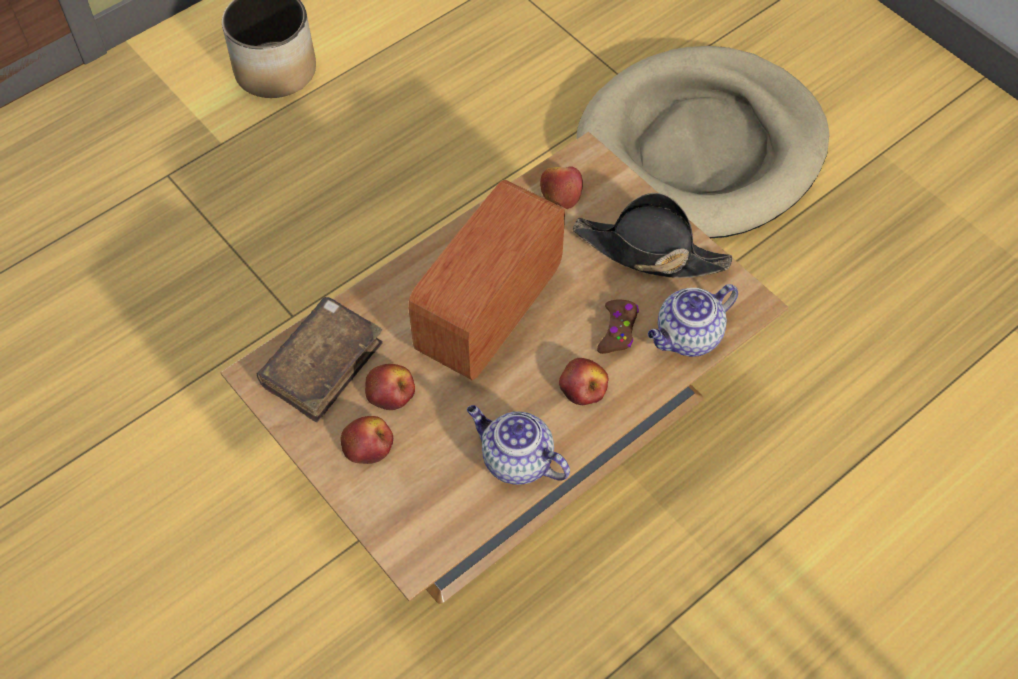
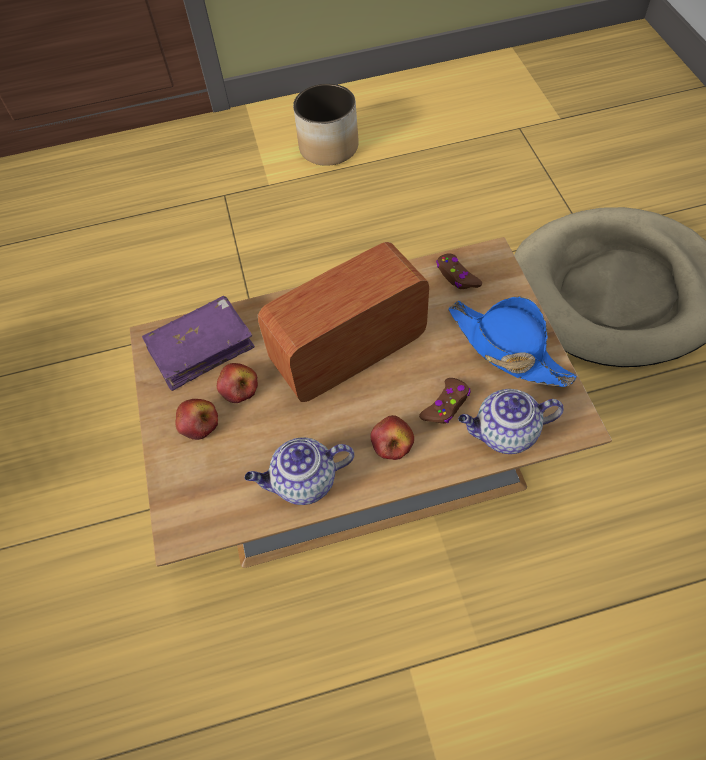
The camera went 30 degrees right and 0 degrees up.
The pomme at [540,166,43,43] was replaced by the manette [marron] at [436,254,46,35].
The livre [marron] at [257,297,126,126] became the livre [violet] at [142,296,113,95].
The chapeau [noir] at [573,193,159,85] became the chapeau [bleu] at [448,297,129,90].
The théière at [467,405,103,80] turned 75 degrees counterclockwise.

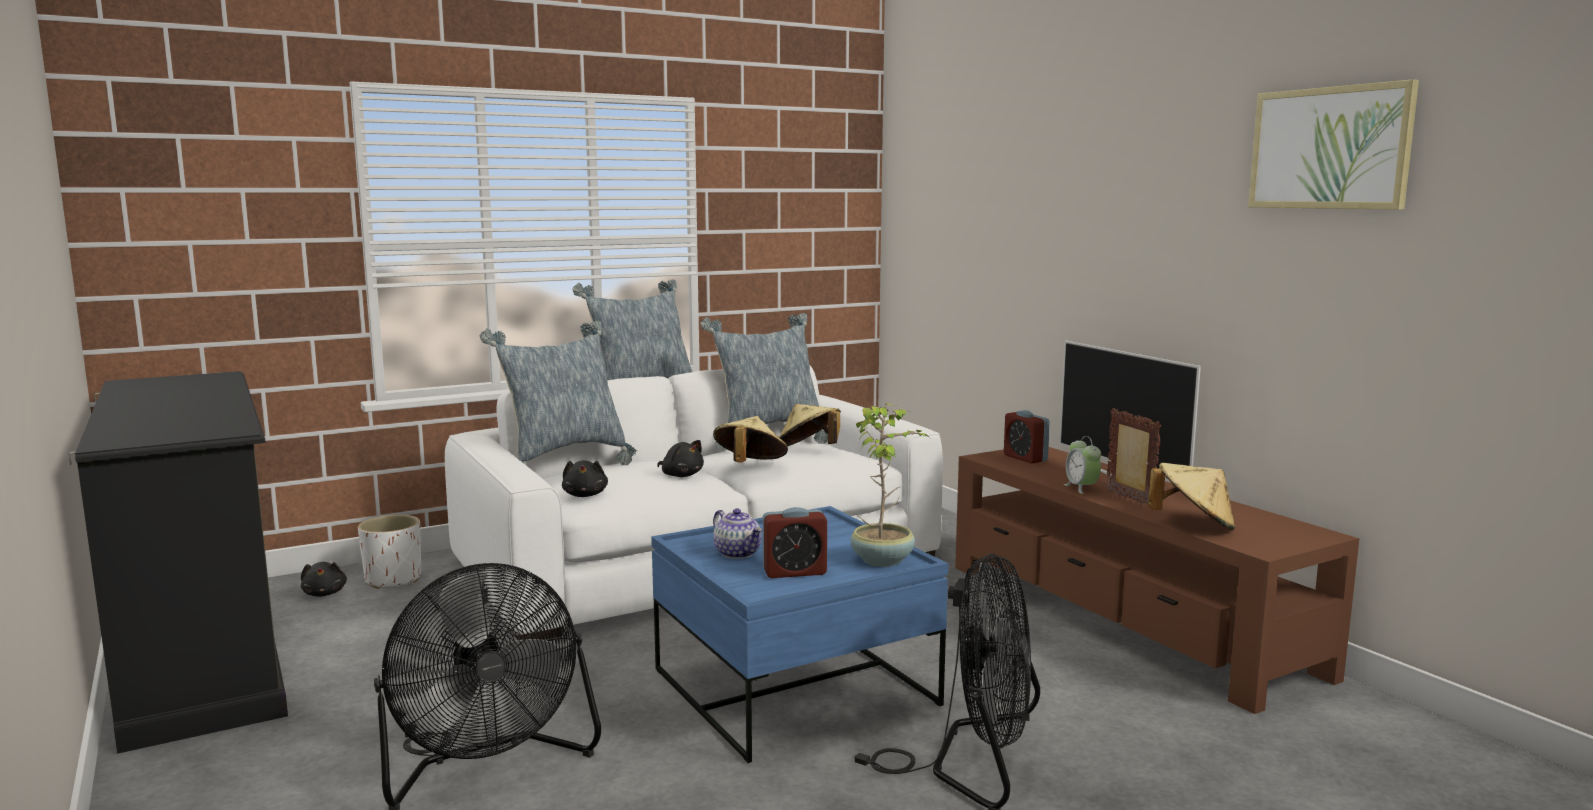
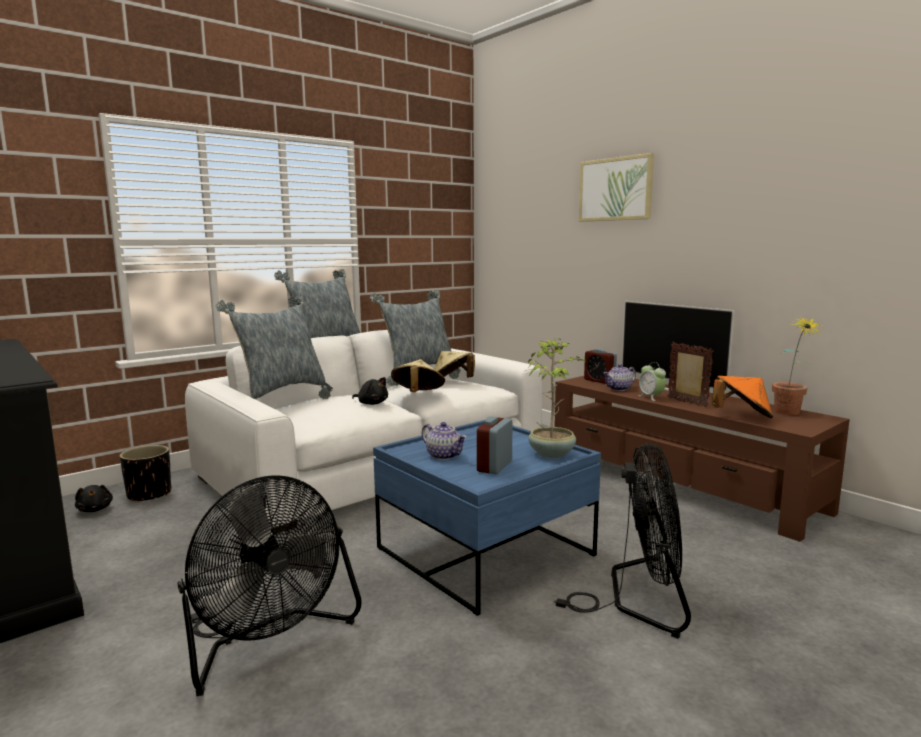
The camera went 10 degrees left and 0 degrees up.
The peluche [noir] at [562,460,46,37] disappeared.
The théière at [603,364,33,27] appeared.
The plante en pot at [772,316,51,99] appeared.
The tableau moved from [1248,79,171,131] to [579,153,75,69].
The cache-pot [blanc] at [358,515,63,74] became the cache-pot [noir] at [120,445,51,58].
The chapeau [beige] at [1148,463,87,67] became the chapeau [orange] at [712,376,61,42].
The réveil at [763,507,64,71] turned 135 degrees clockwise.

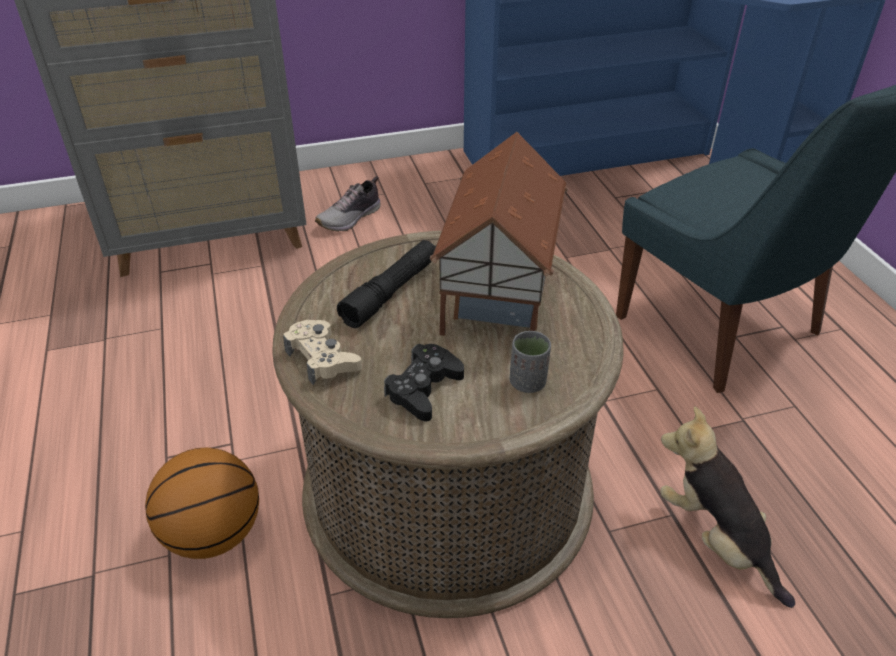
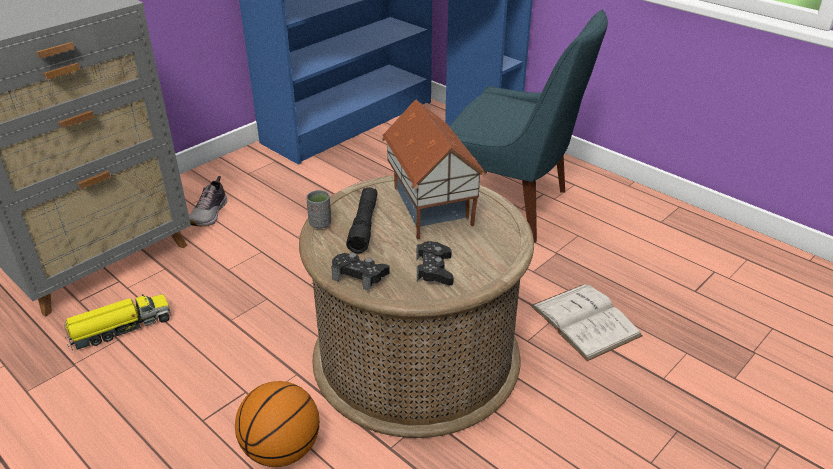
The camera went 30 degrees left and 5 degrees down.
The camion jouet at [64,294,107,56] appeared.
The tasse [gris] moved from [510,331,41,62] to [307,190,24,39].
The peluche at [660,406,135,202] was replaced by the livre [blanc] at [531,284,112,77].
The manette [beige] at [283,320,79,65] became the manette [noir] at [331,253,59,38].

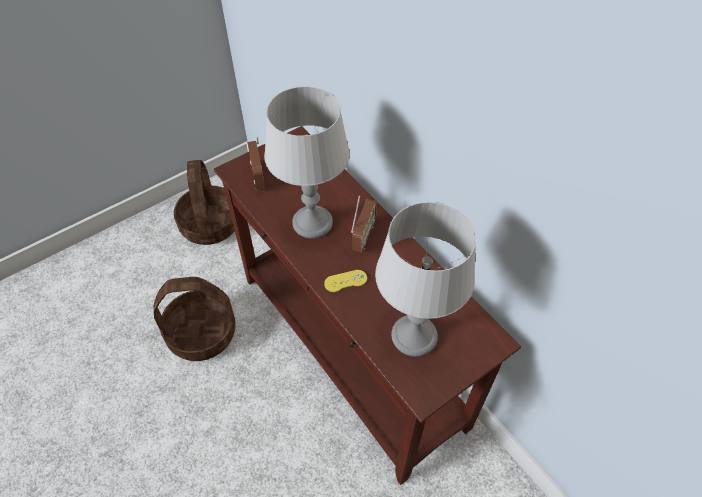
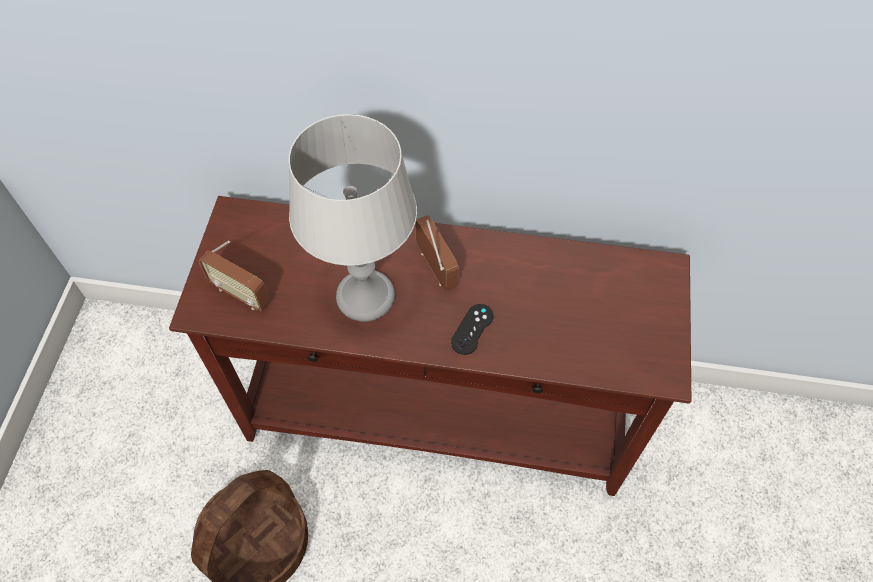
The camera went 45 degrees left and 5 degrees up.
The panier at [174,160,61,85] disappeared.
The lampe de table [gris] at [375,202,101,155] disappeared.
The manette [jaune] at [324,270,43,22] became the manette [noir] at [451,304,43,51].

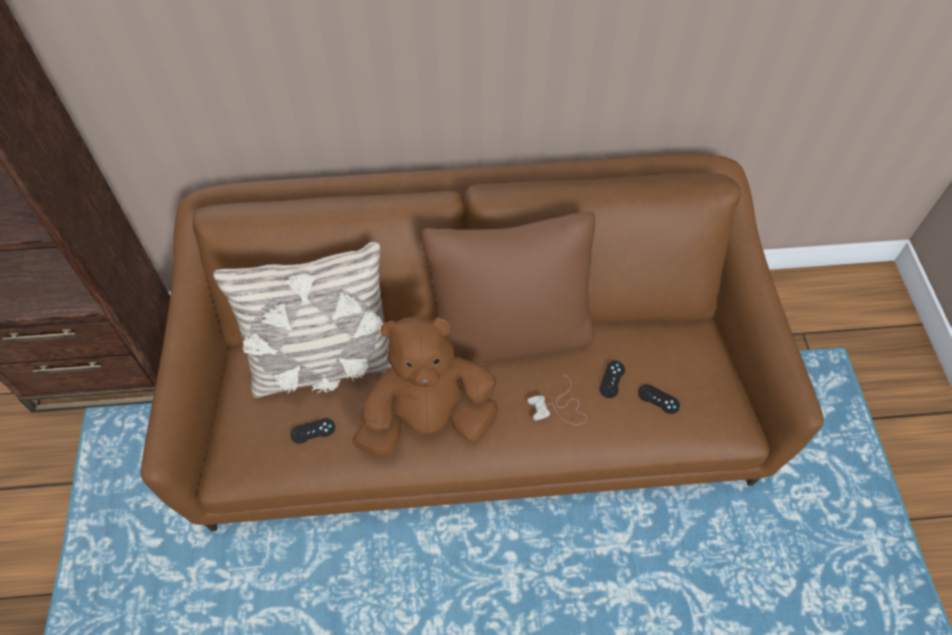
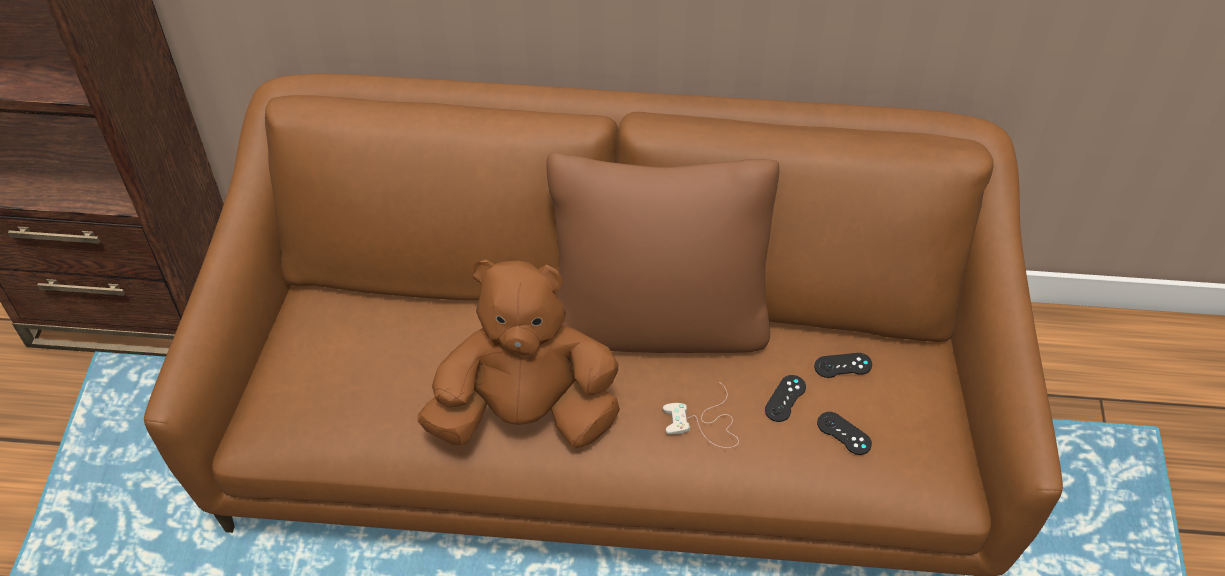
The camera went 10 degrees right and 5 degrees down.
The coussin [beige] at [213,242,179,156] disappeared.
The manette [noir] moved from [290,418,45,26] to [814,353,58,25].

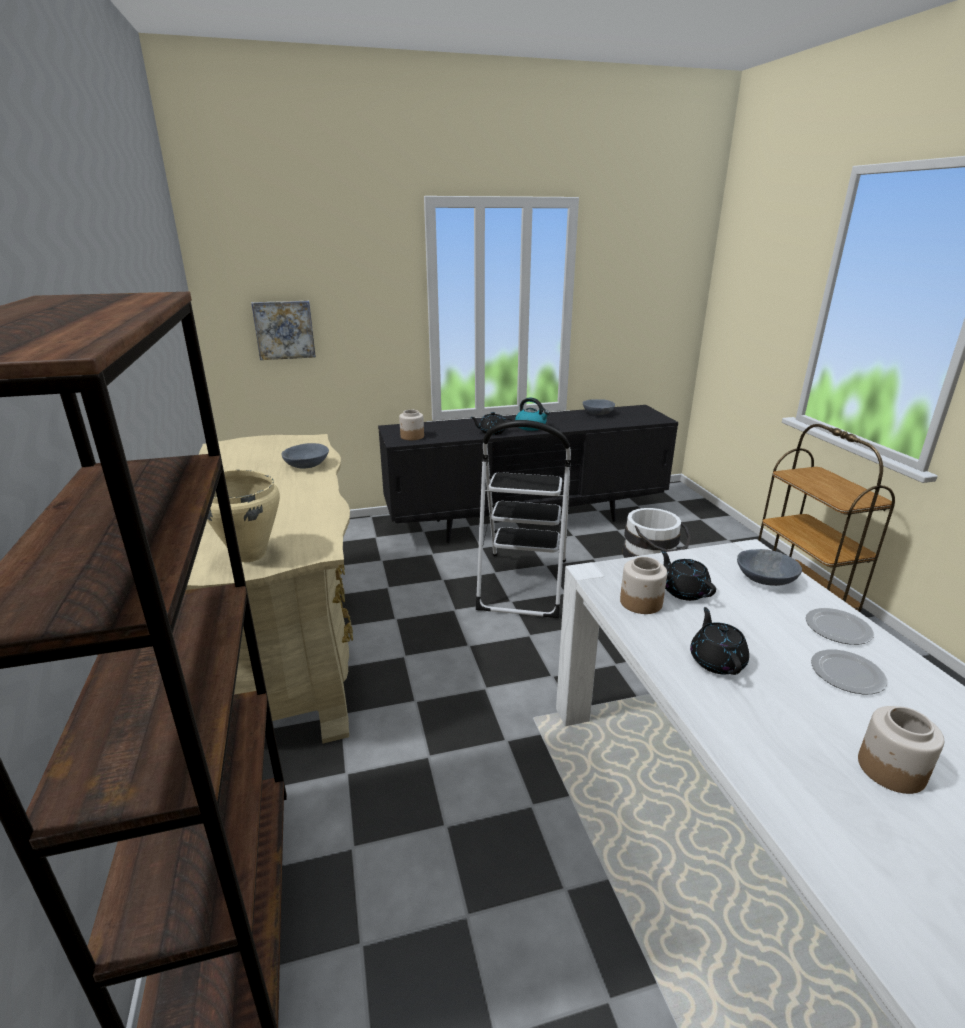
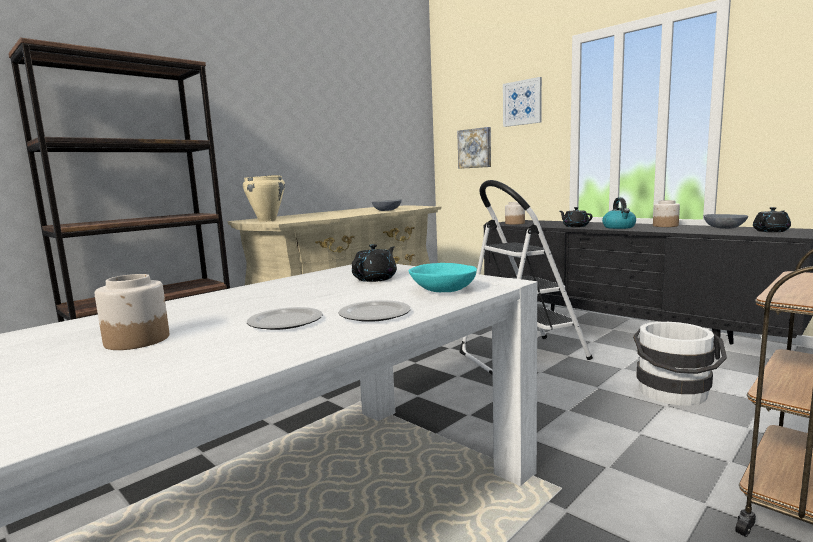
The camera went 60 degrees right and 15 degrees down.
The tableau at [503,77,39,50] appeared.
The bocal moved from [620,557,47,57] to [653,200,27,27].
The théière [noir] moved from [690,607,59,68] to [753,207,38,25].
The bol [gris] at [737,549,65,37] became the bol [turquoise] at [409,263,68,29].

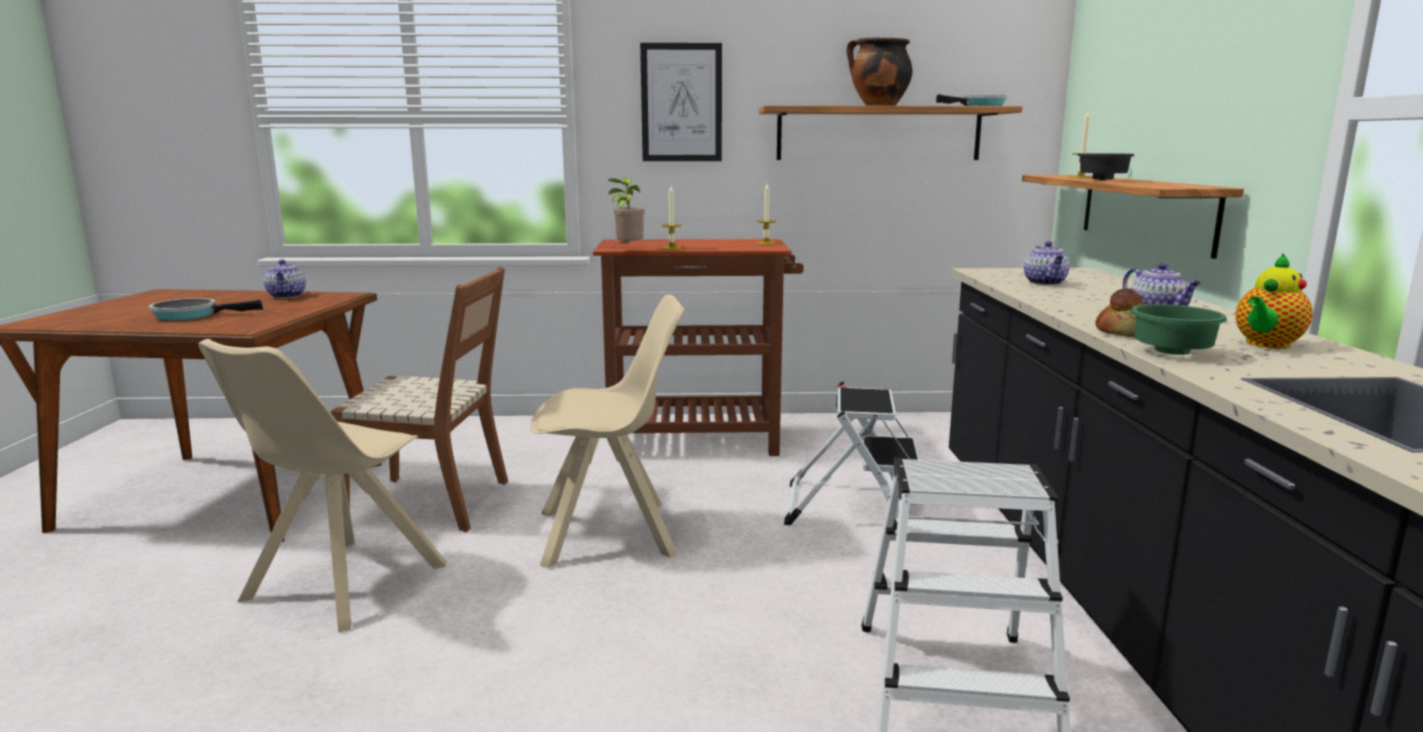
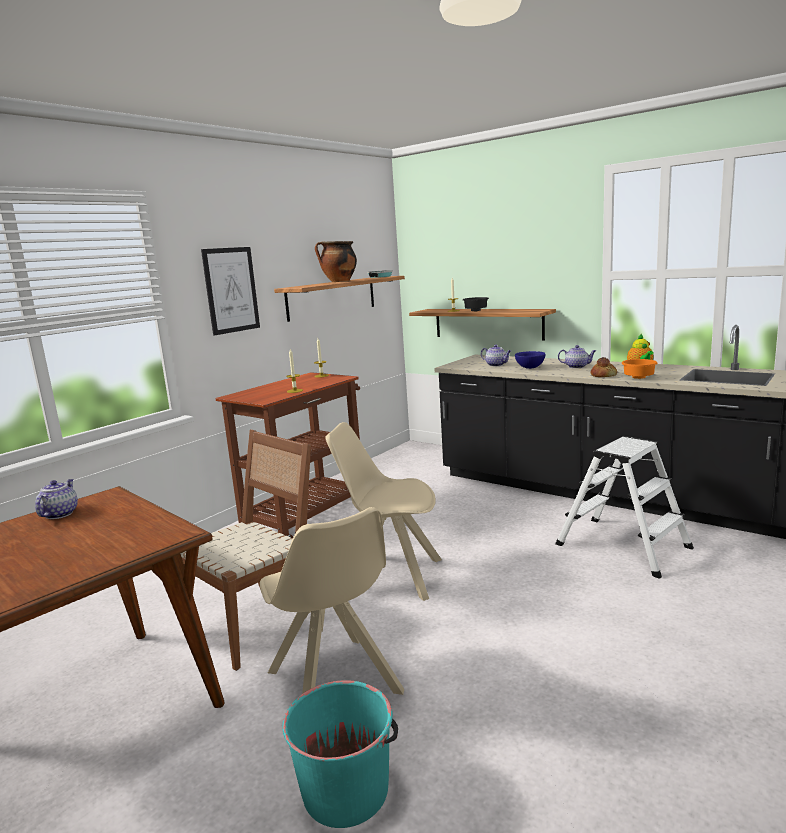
The camera went 50 degrees left and 0 degrees up.
The poêle at [149,298,114,23] disappeared.
The plante en pot at [608,177,37,70] disappeared.
The escabeau at [784,381,136,144] disappeared.
The seau [turquoise] at [282,680,116,148] appeared.
The bol [bleu] at [515,351,30,18] appeared.
The bol [vert] at [1130,304,97,51] became the bol [orange] at [621,359,37,20].
The théière at [264,260,42,38] turned 105 degrees counterclockwise.
The chaise [beige] at [530,294,154,274] turned 105 degrees counterclockwise.

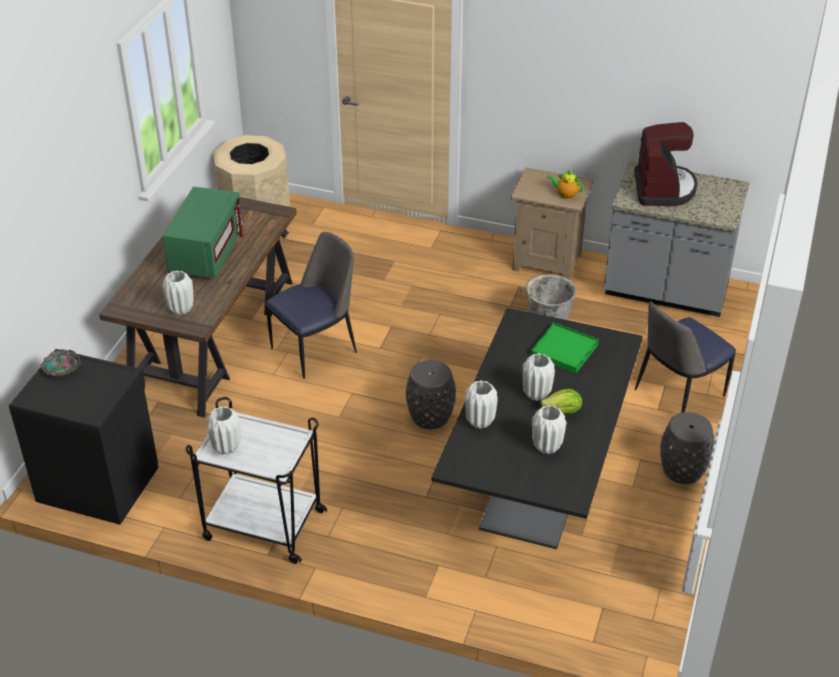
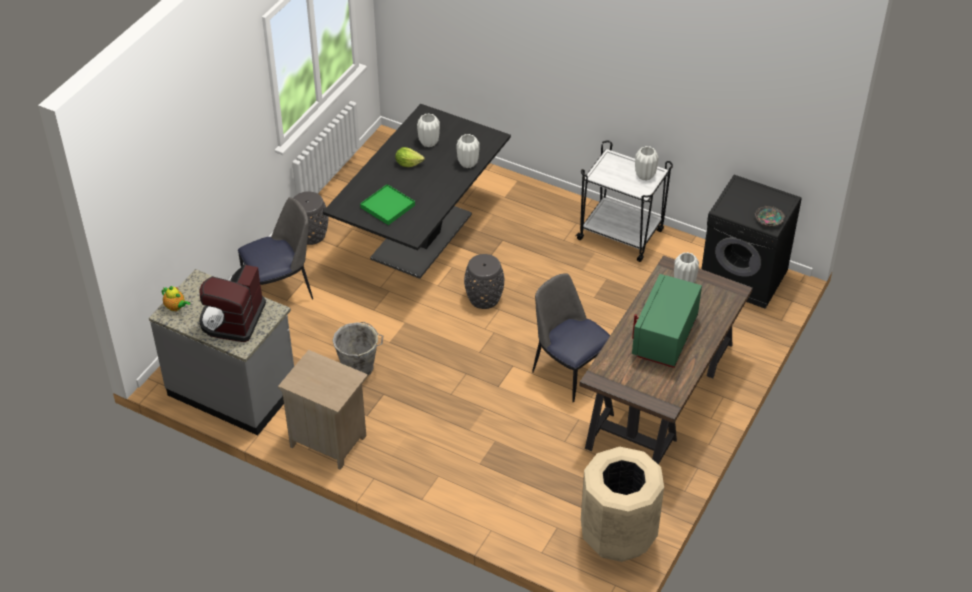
The camera went 170 degrees left and 5 degrees up.
The vase [blanc] at [523,353,32,48] disappeared.
The théière moved from [547,170,36,29] to [162,286,28,25].
The chaise at [266,232,91,147] turned 75 degrees clockwise.

